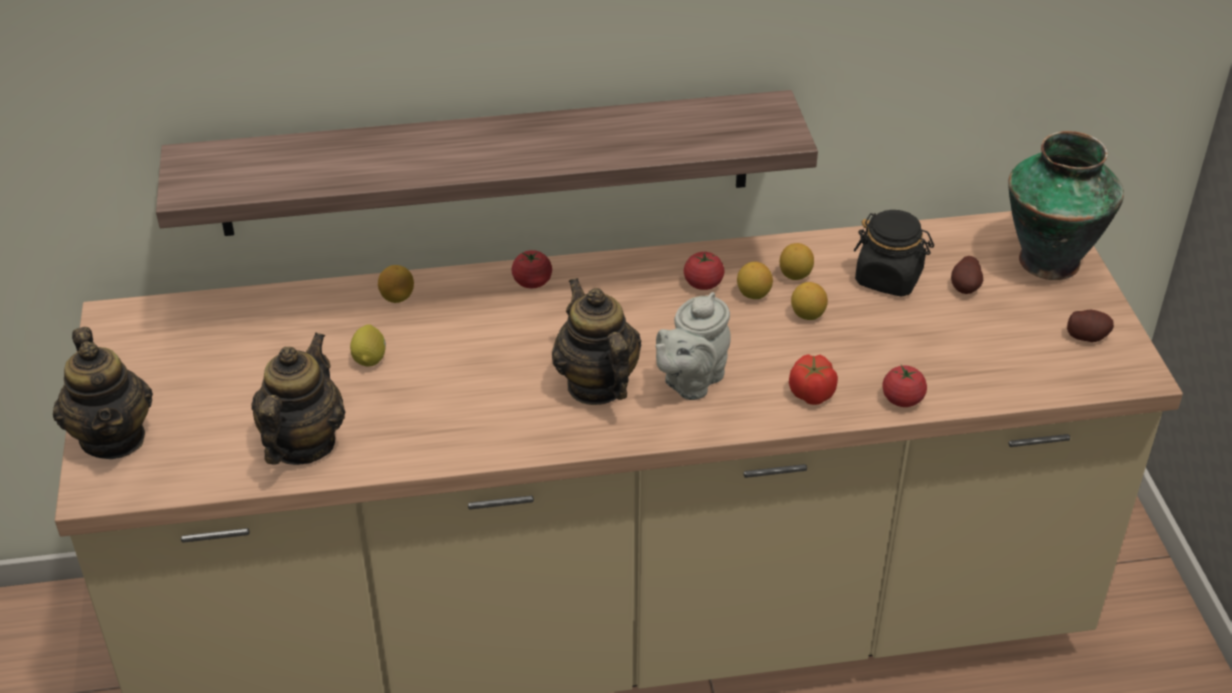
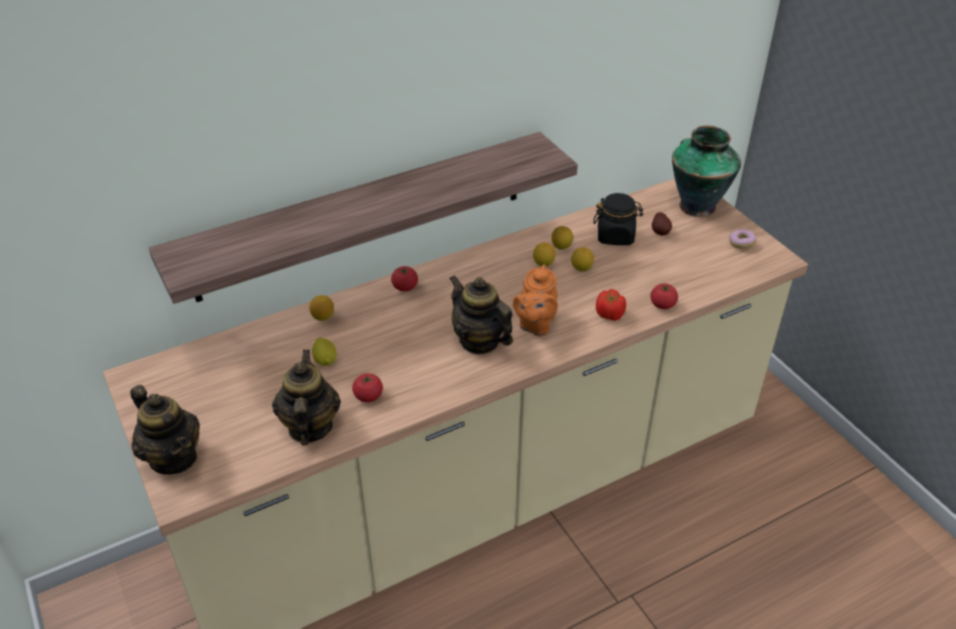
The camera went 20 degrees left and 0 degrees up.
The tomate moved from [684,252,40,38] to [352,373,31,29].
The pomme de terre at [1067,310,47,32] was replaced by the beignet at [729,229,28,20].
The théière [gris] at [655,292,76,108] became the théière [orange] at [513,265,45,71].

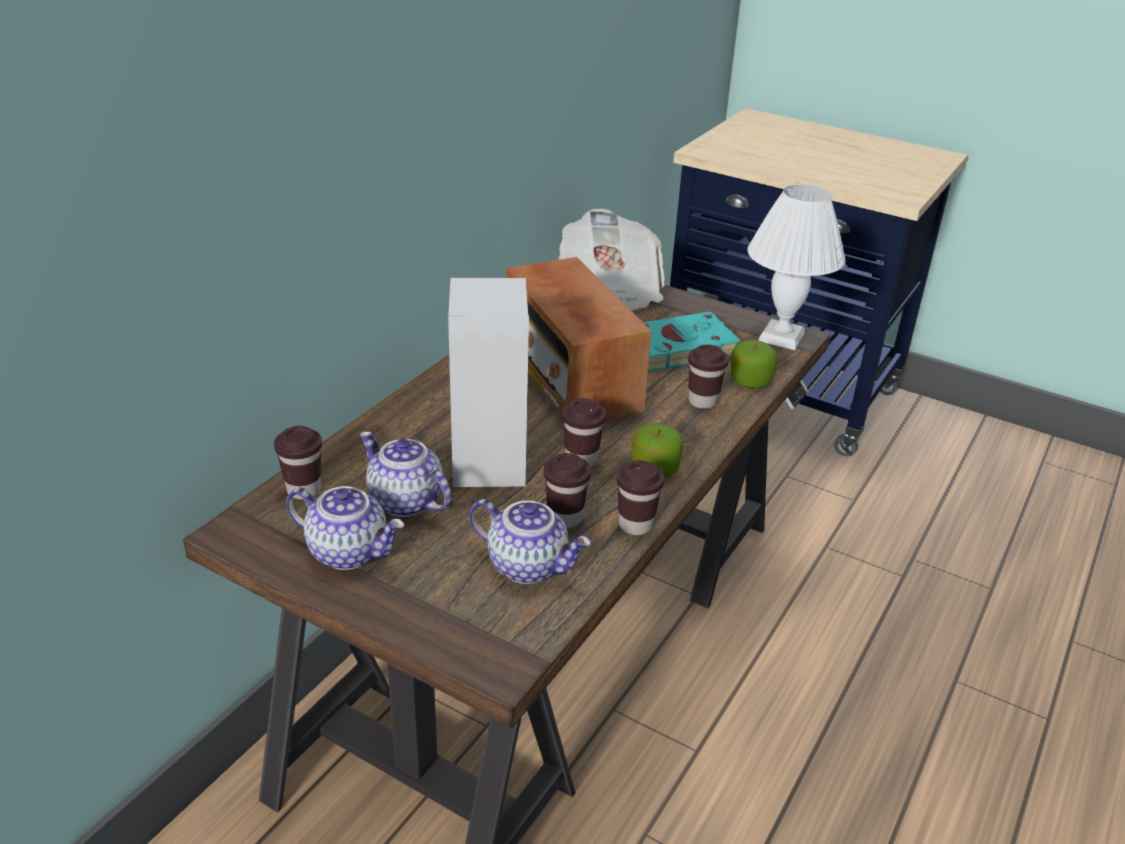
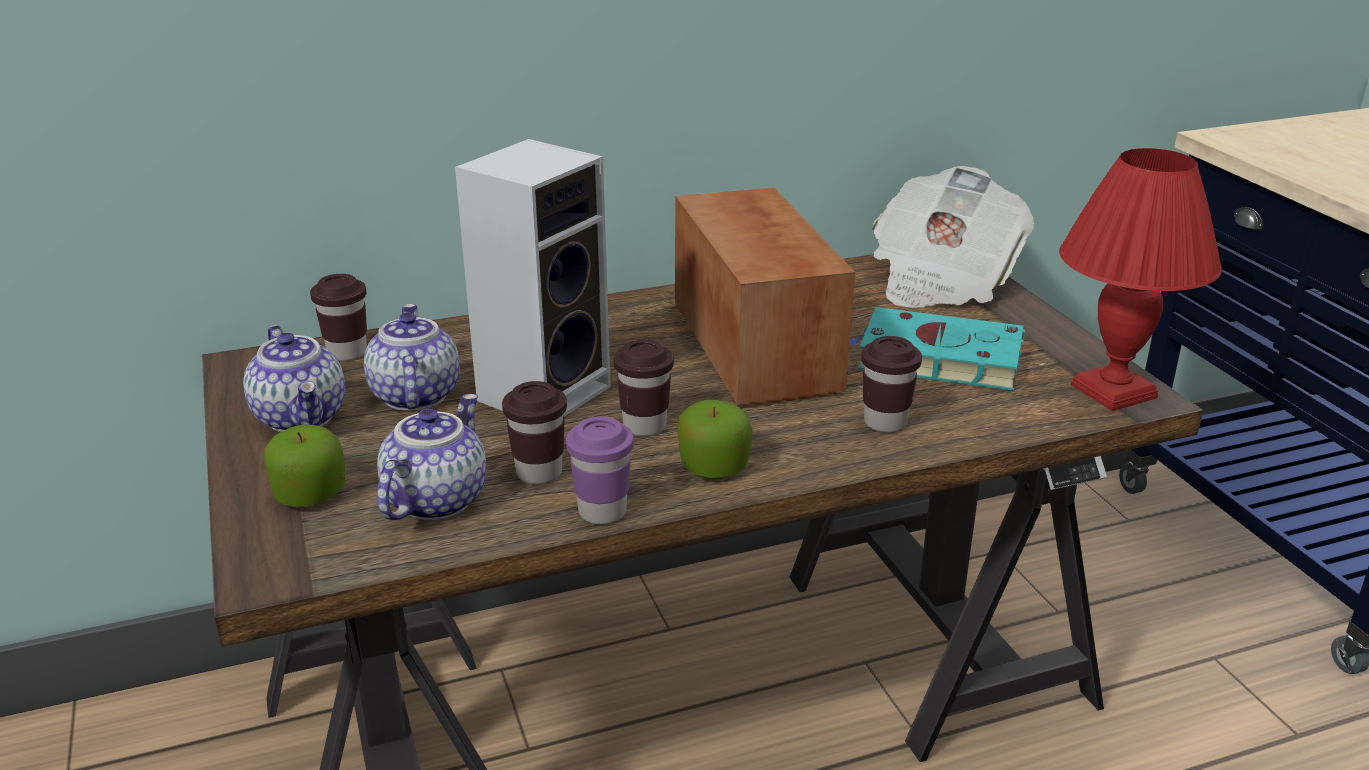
The camera went 40 degrees right and 5 degrees down.
The pomme moved from [731,340,47,48] to [264,425,81,82].
The tasse [marron] at [616,460,48,75] became the tasse [violet] at [566,416,68,109].
The lampe de table [blanc] at [747,184,99,166] became the lampe de table [rouge] at [1059,148,163,263].
The théière at [469,499,122,85] turned 135 degrees counterclockwise.
The radio at [506,257,145,164] turned 150 degrees clockwise.

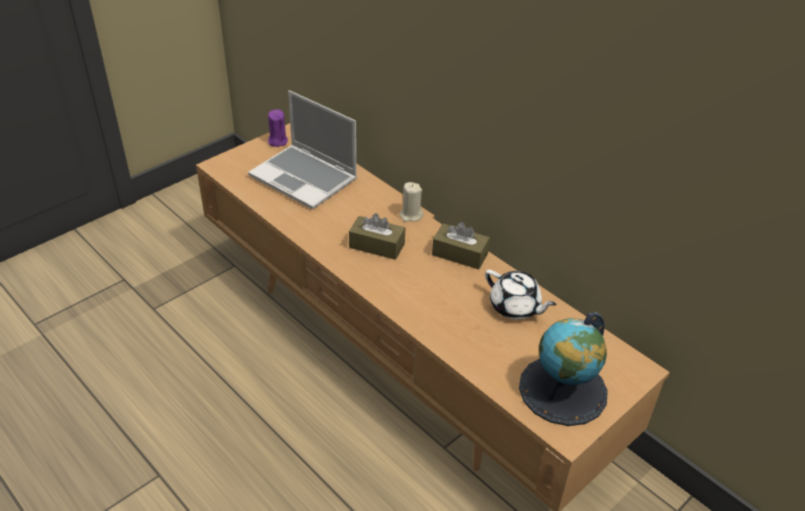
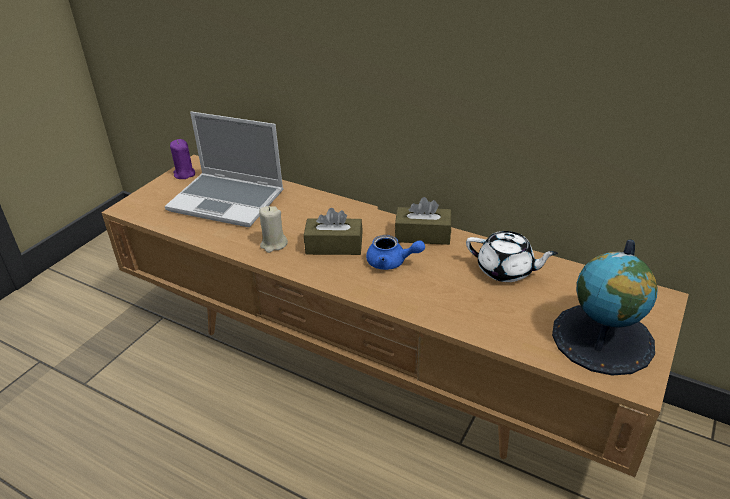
The camera went 15 degrees left and 5 degrees down.
The théière [bleu] at [366,235,59,35] appeared.
The bougie [beige] moved from [399,182,24,40] to [259,206,29,47].

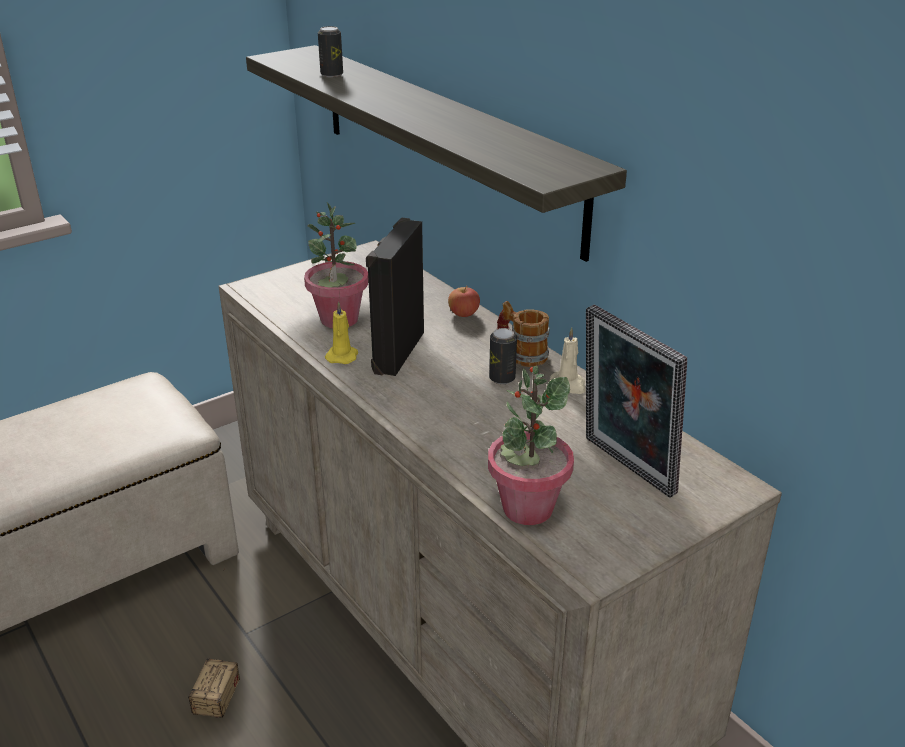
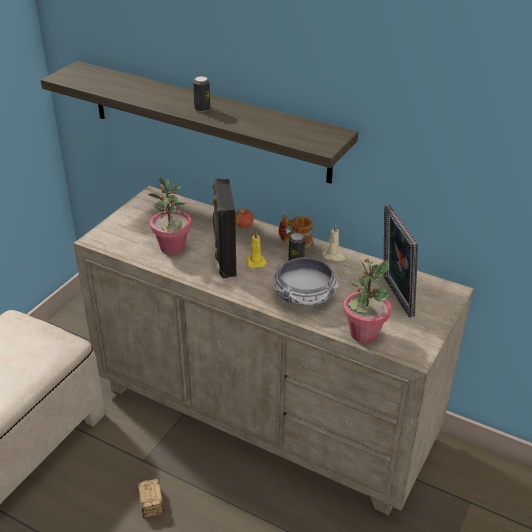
The camera went 25 degrees left and 5 degrees up.
The bol at [273,258,66,49] appeared.
The boîte métallique moved from [318,26,25,52] to [193,76,17,36].
The bougie [jaune] moved from [325,301,33,63] to [246,231,21,37].
The cadre photo at [586,305,101,193] turned 45 degrees clockwise.

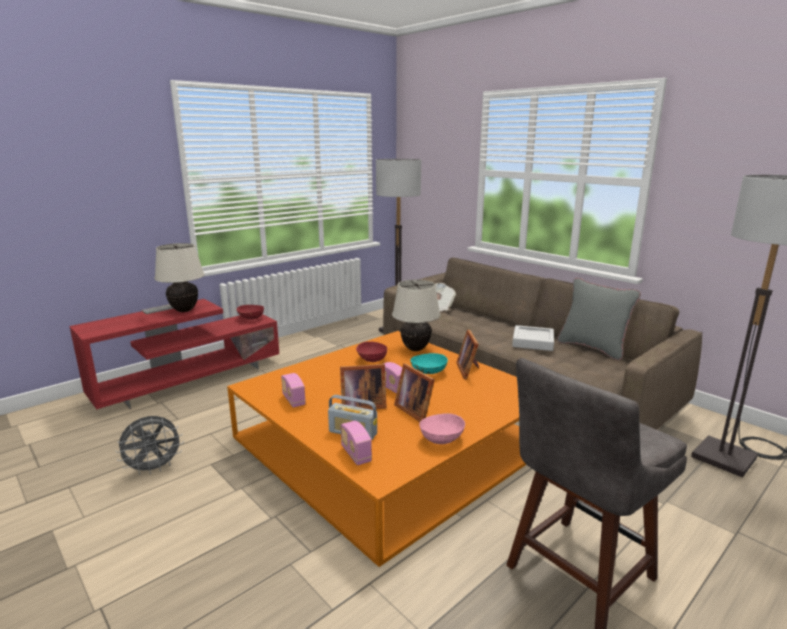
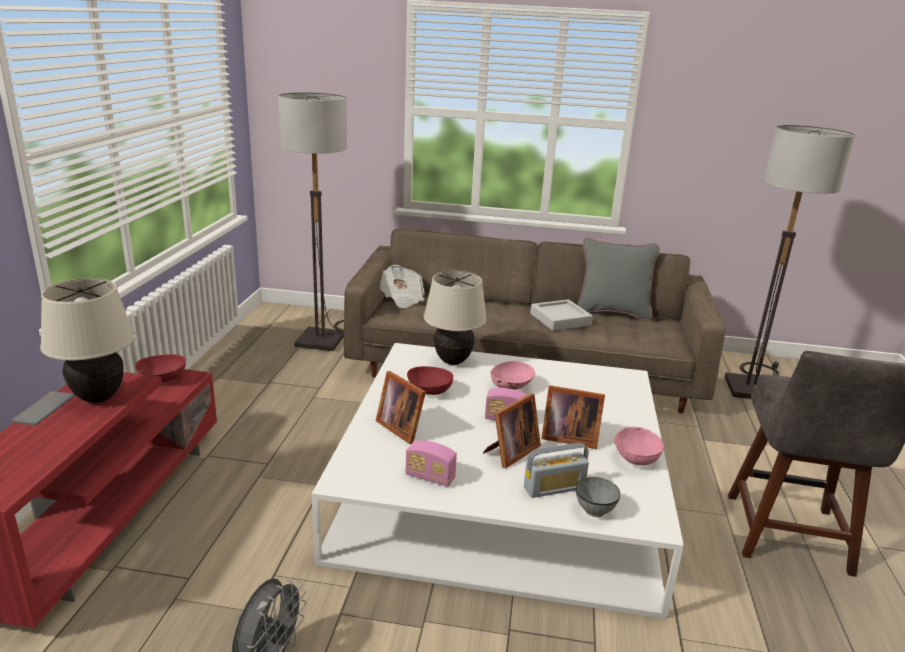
The camera went 40 degrees left and 5 degrees up.
The cadre photo moved from [456,329,23,51] to [376,371,50,73].
The radio at [341,421,31,44] was replaced by the bol [gris] at [576,477,44,40].
The table basse [orange] at [227,331,299,236] became the table basse [blanc] at [312,343,372,276].
The bol [turquoise] at [410,353,38,21] became the bol [rose] at [491,361,44,29].

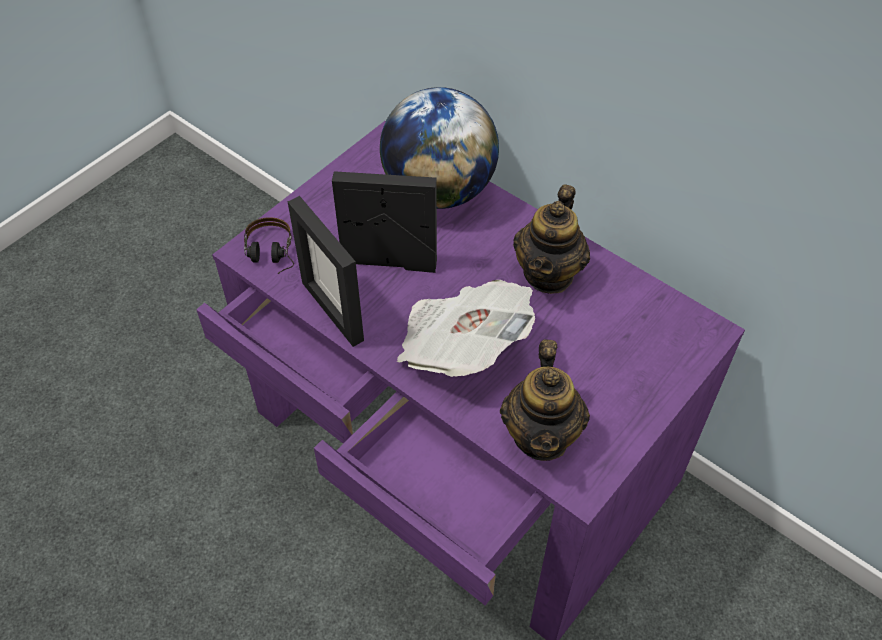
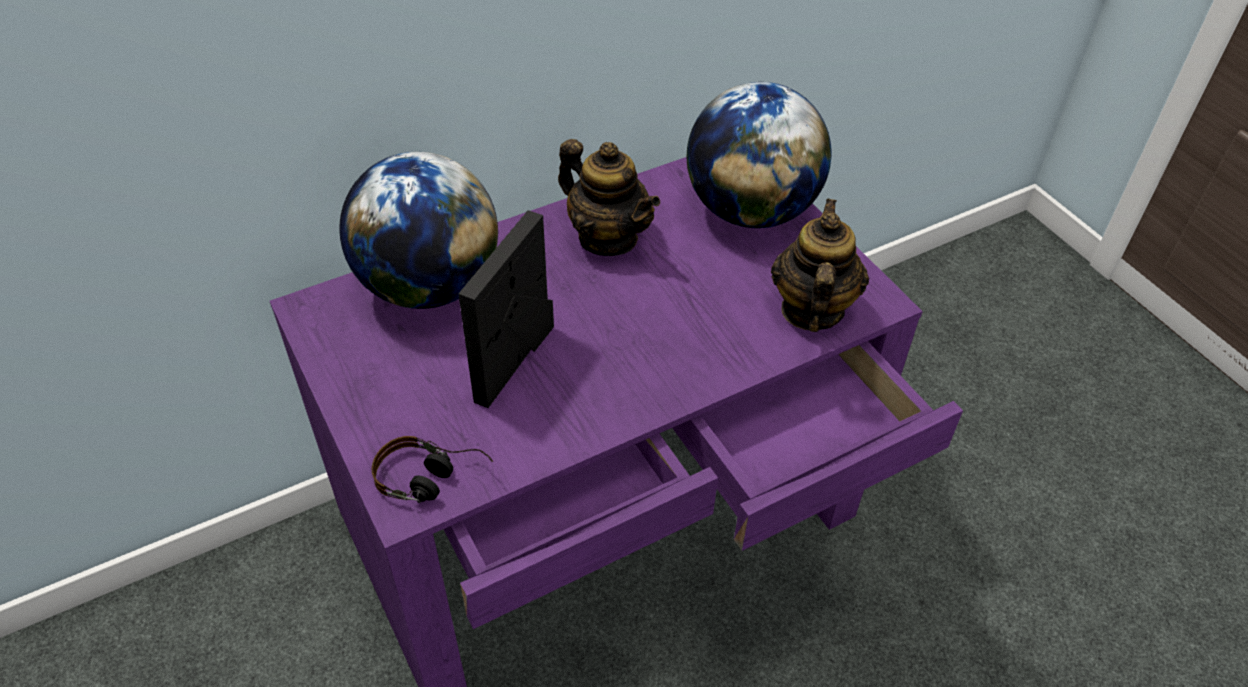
The camera went 70 degrees left and 5 degrees down.
The cadre photo at [288,196,76,151] disappeared.
The journal at [397,280,138,97] disappeared.
The globe at [687,82,145,146] appeared.
The théière at [500,339,90,122] turned 105 degrees counterclockwise.

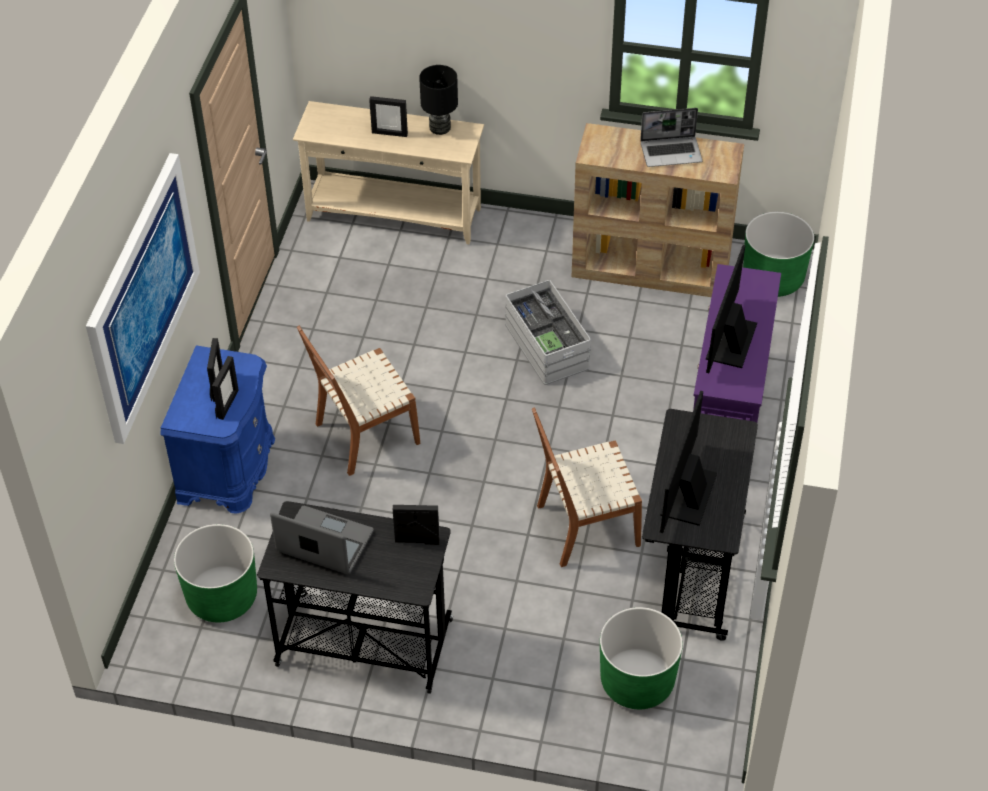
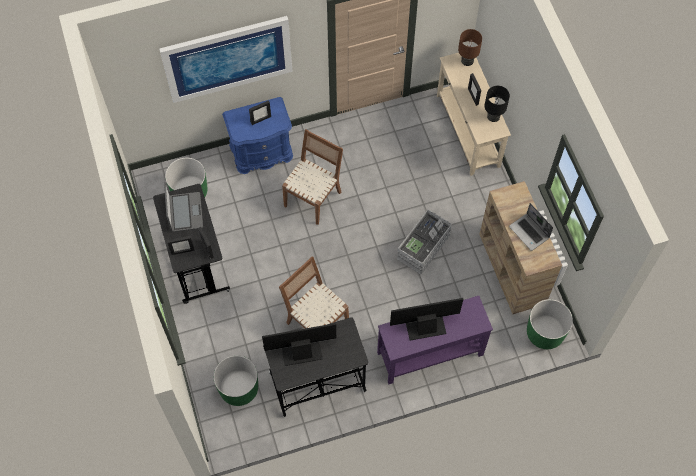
The camera went 60 degrees right and 15 degrees up.
The lampe de table [marron] at [458,29,24,37] appeared.
The cadre photo moved from [212,356,27,64] to [167,236,28,19].
The chaise at [297,326,124,150] turned 90 degrees clockwise.

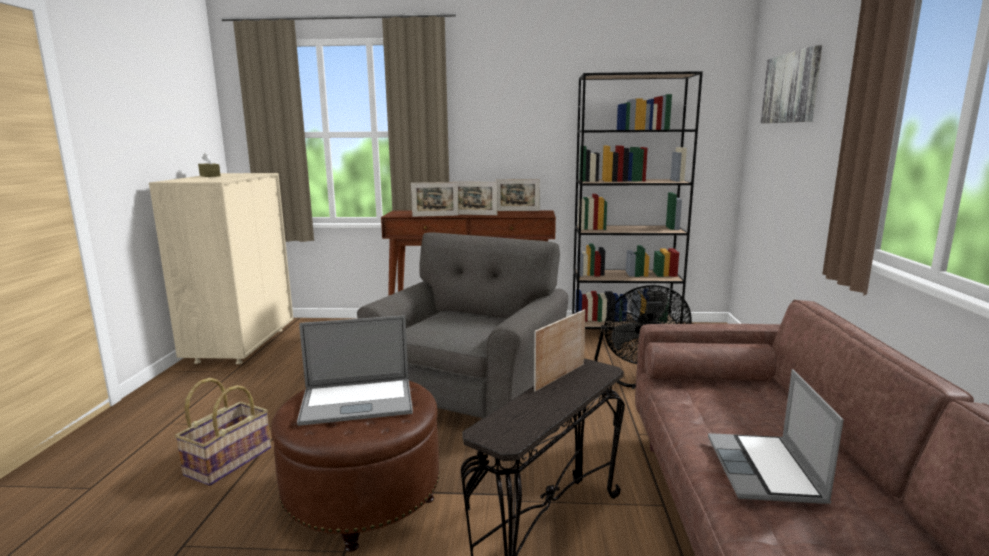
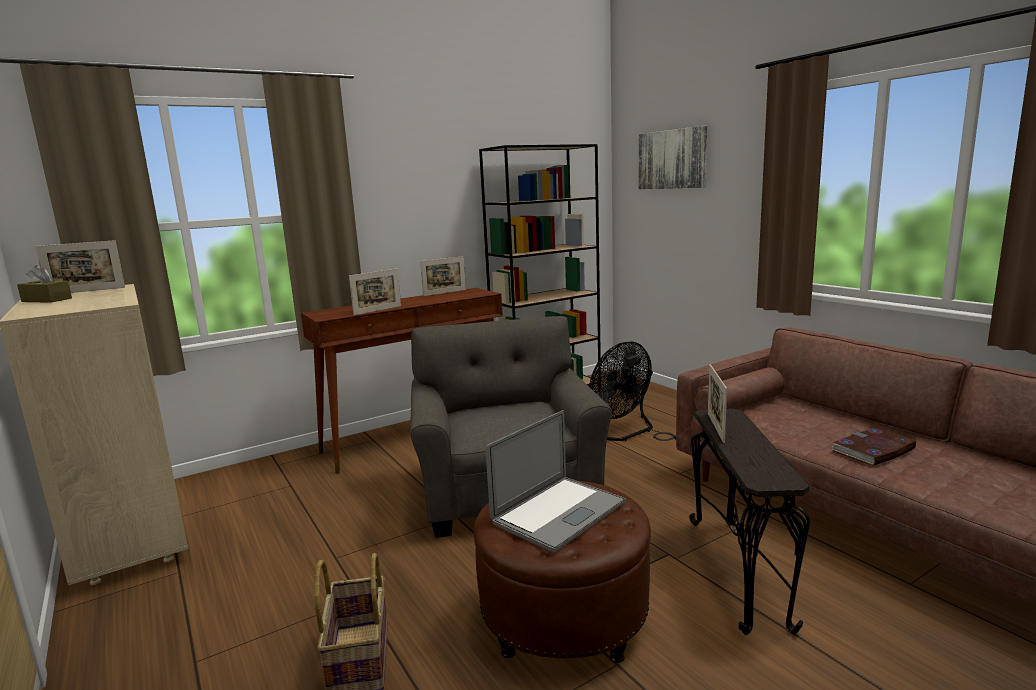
The camera went 35 degrees left and 0 degrees up.
The cadre photo moved from [452,181,46,34] to [35,240,90,53].
The ordinateur portable at [708,369,136,135] was replaced by the livre at [831,428,85,38].

